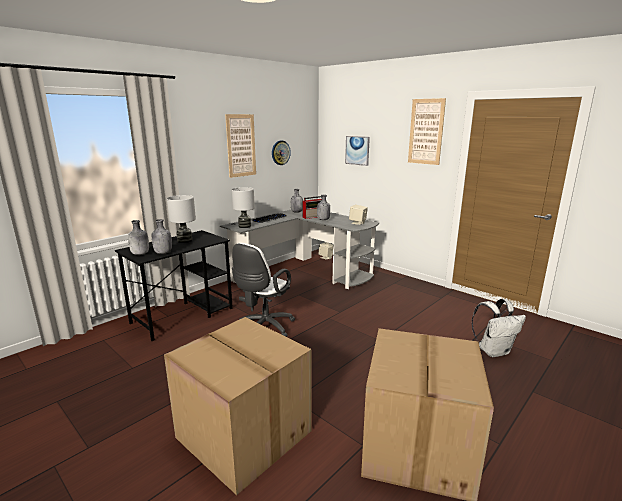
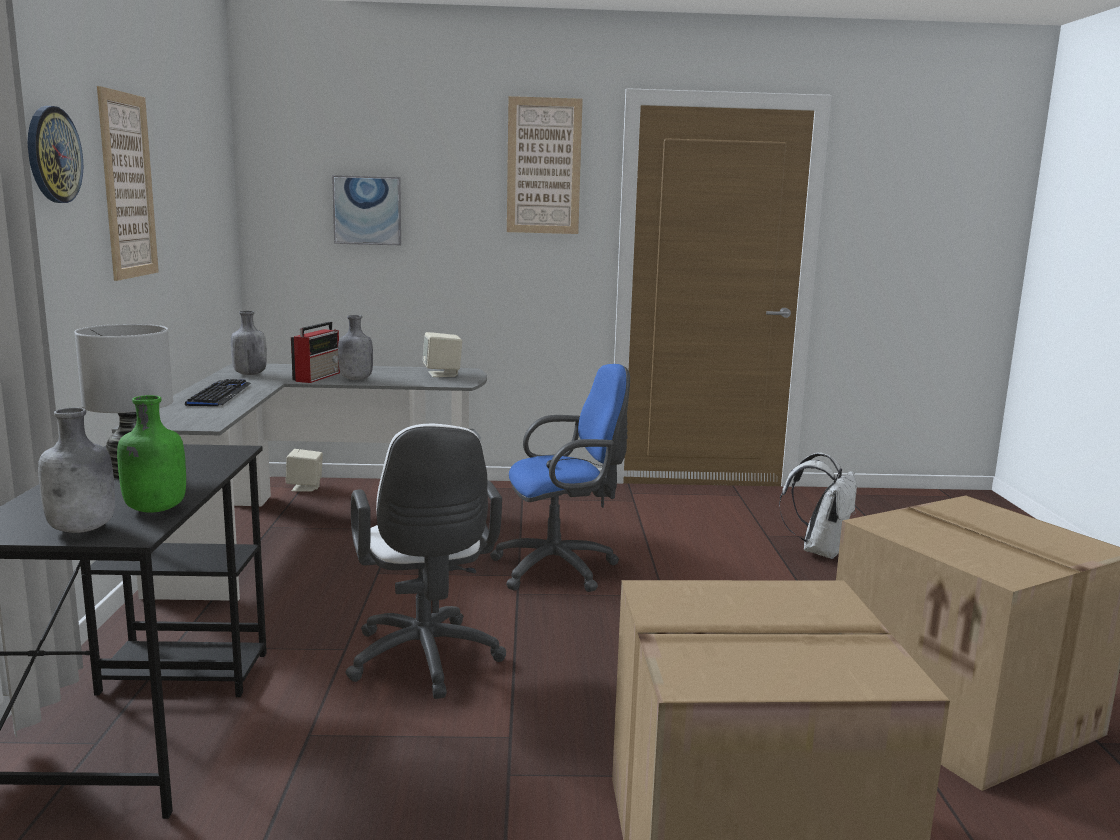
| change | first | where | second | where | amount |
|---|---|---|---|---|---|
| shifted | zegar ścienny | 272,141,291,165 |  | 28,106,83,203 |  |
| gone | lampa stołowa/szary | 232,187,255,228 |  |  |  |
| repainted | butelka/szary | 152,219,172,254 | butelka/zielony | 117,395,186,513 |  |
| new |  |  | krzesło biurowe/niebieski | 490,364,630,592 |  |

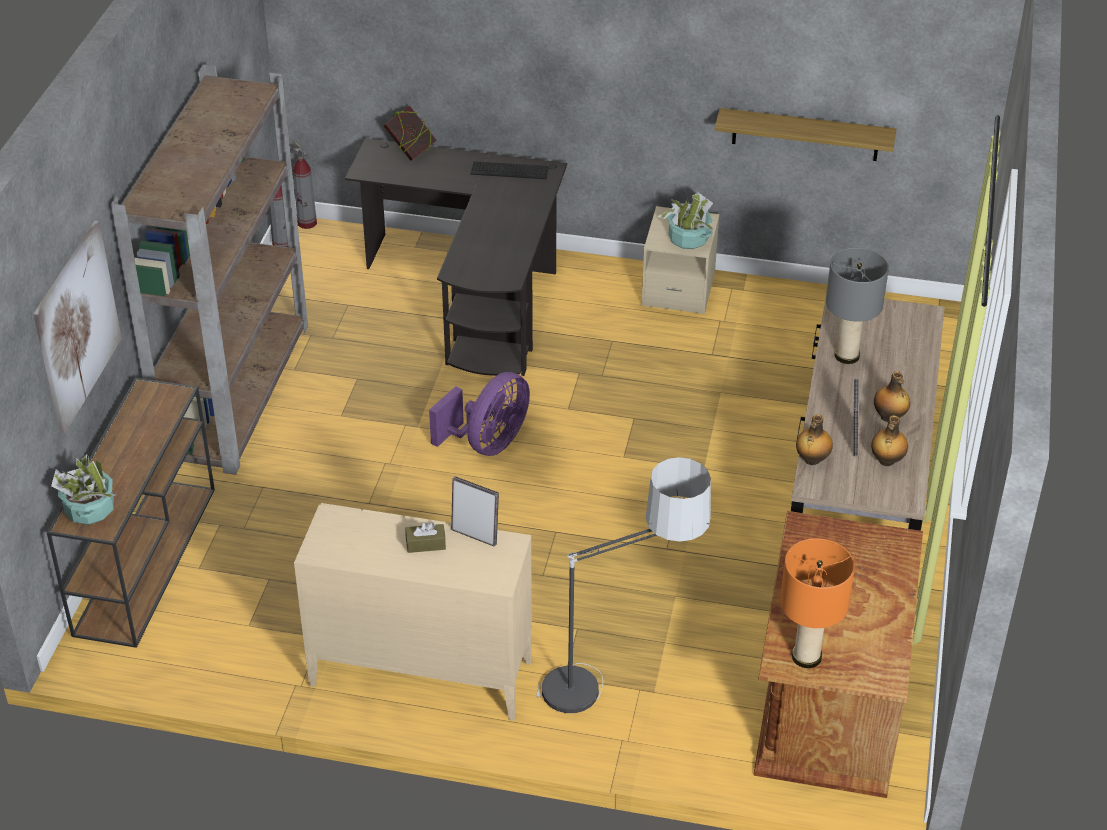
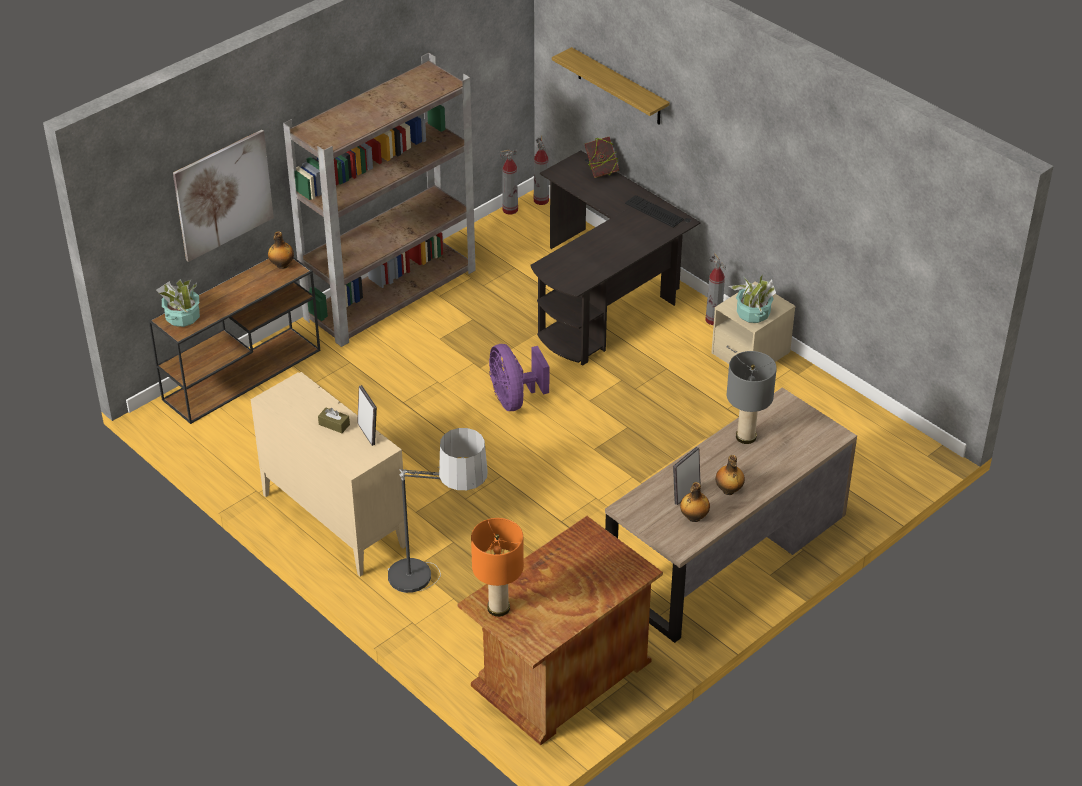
| change | first | where | second | where | amount |
|---|---|---|---|---|---|
| shifted | półka | 715,108,896,161 |  | 552,47,670,124 |  |
| rotated | wentylator/fioletowy | 429,372,530,456 |  | 489,344,549,411 | 90 degrees clockwise |
| shifted | butelka | 796,414,833,465 |  | 268,231,294,269 |  |
| new |  |  | gaśnica | 706,253,726,325 |  |

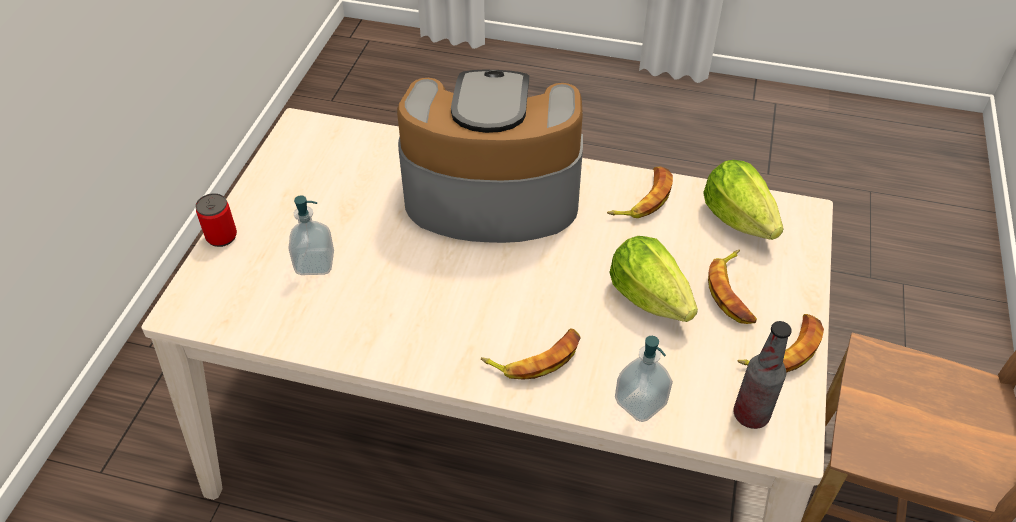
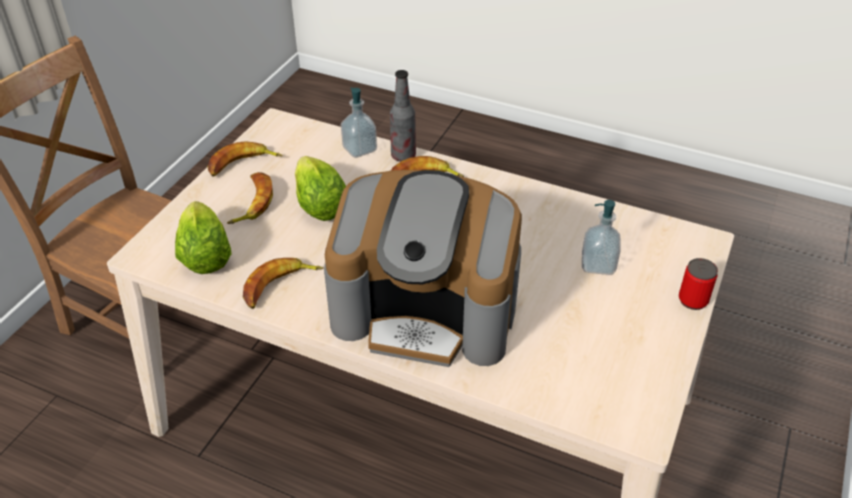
| change | first | where | second | where | amount |
|---|---|---|---|---|---|
| shifted | butelka | 733,321,792,429 |  | 390,70,416,162 |  |

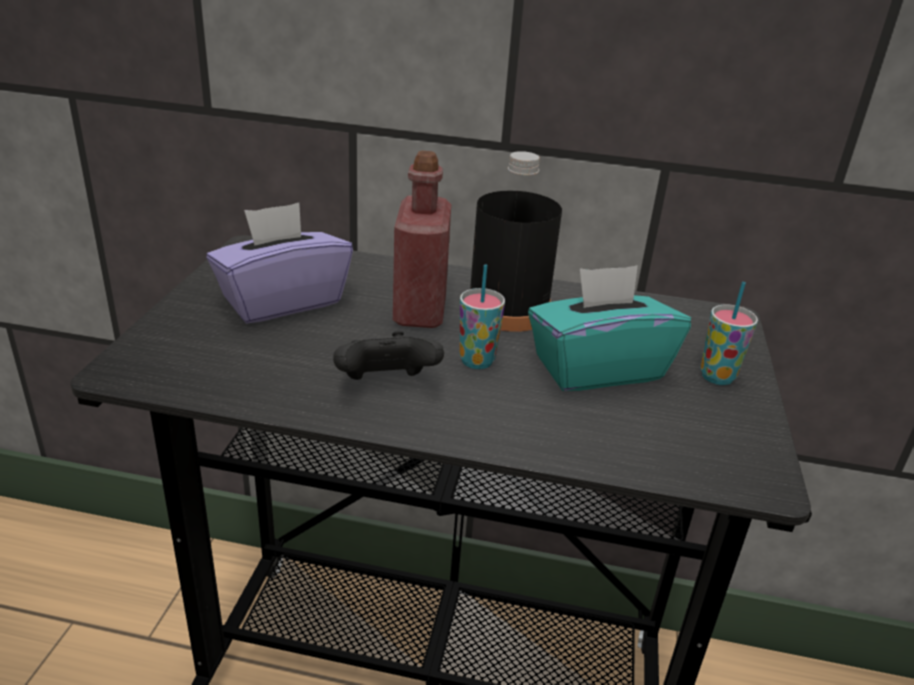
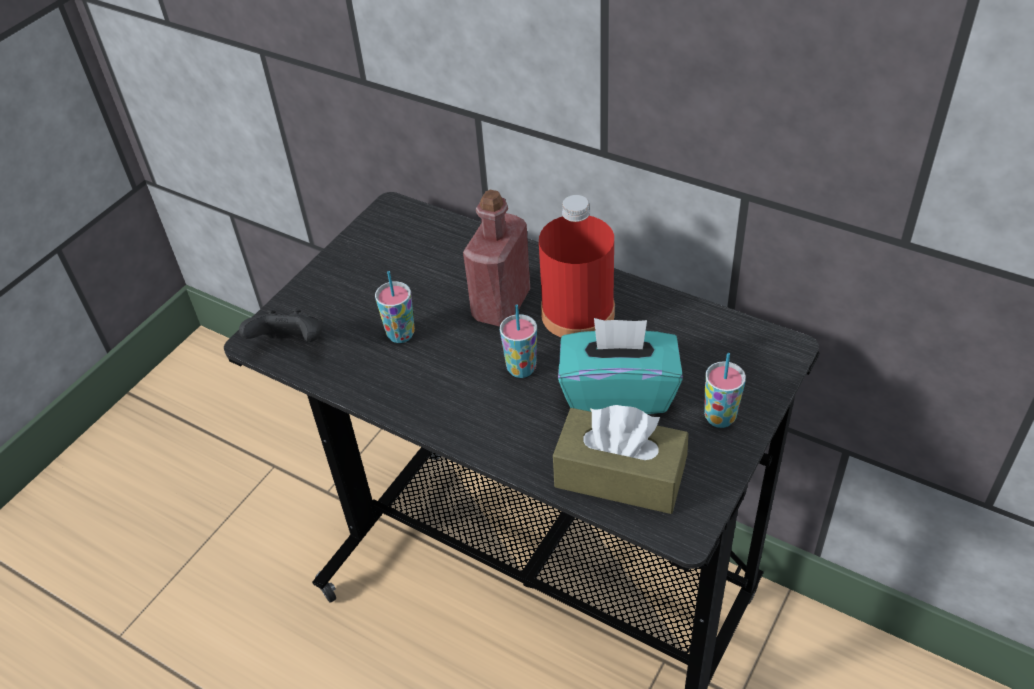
| change | first | where | second | where | amount |
|---|---|---|---|---|---|
| repainted | butelka/czarny | 470,151,562,332 | butelka/czerwony | 539,195,615,337 |  |
| gone | pudełko chusteczek/fioletowy | 207,203,353,324 |  |  |  |
| shifted | pad do gier/czarny | 333,331,444,380 |  | 239,309,322,342 |  |
| new |  |  | filiżanka | 375,271,415,343 |  |
| new |  |  | pudełko chusteczek/brązowy | 553,405,688,514 |  |

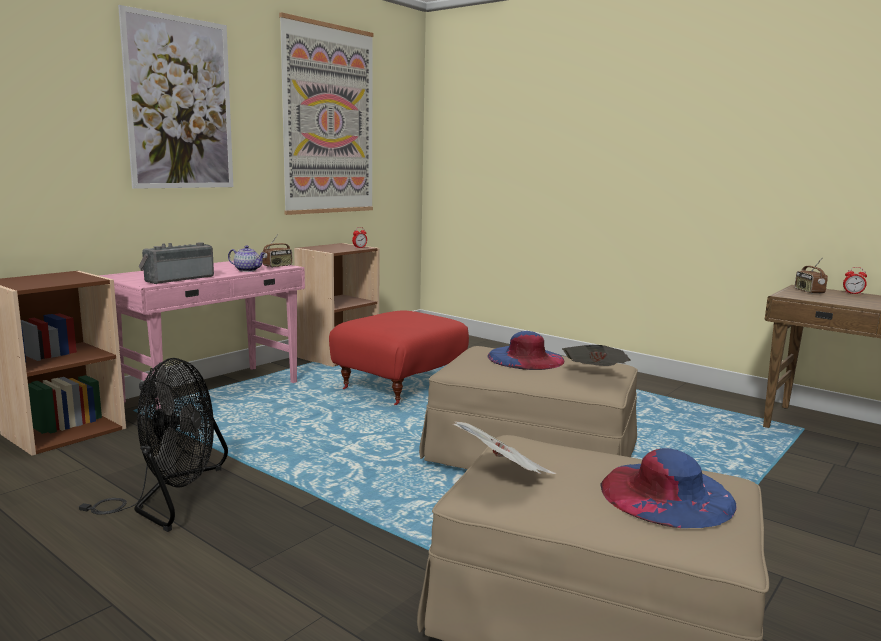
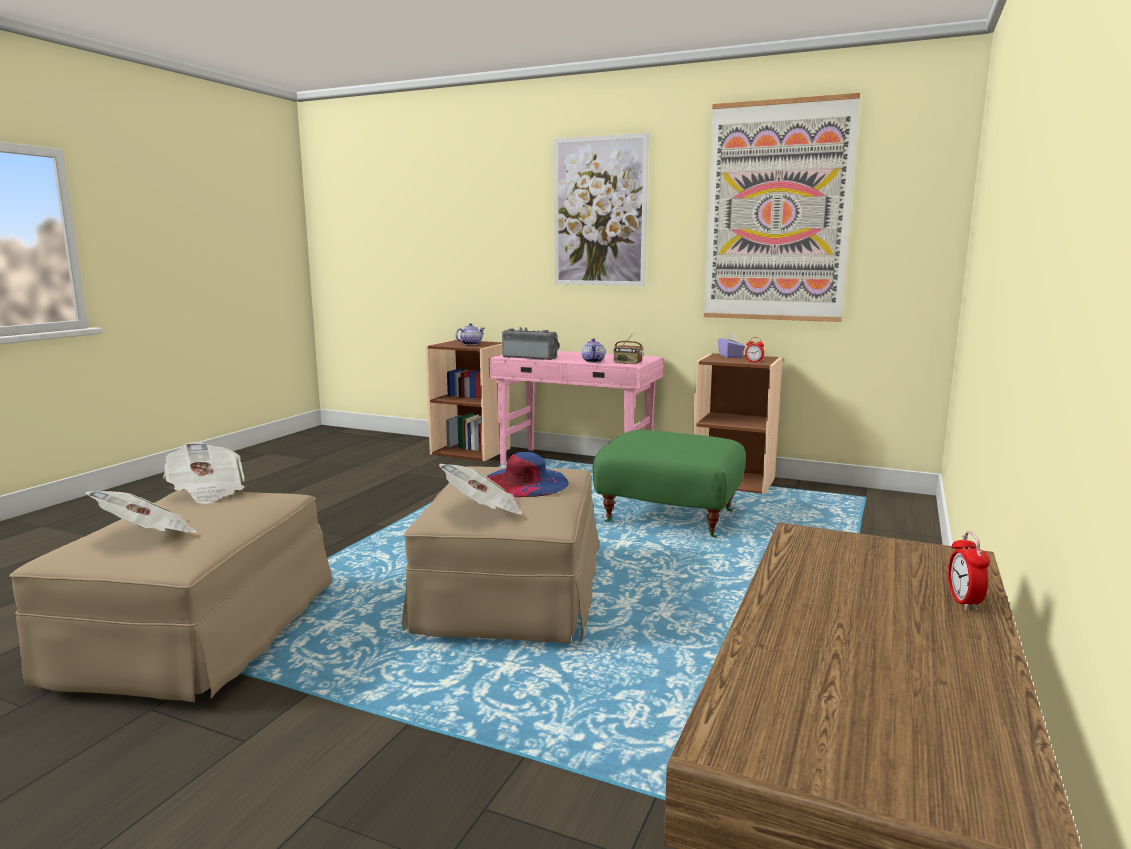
| change | first | where | second | where | amount |
|---|---|---|---|---|---|
| gone | radio | 795,257,828,294 |  |  |  |
| repainted | pufa/czerwony | 329,310,469,405 | pufa/zielony | 593,430,746,538 |  |
| gone | wentylator/czarny | 78,358,228,532 |  |  |  |
| swapped | kapelusz/niebieski | 601,448,737,528 | gazeta | 86,491,196,533 |  |
| new |  |  | imbryk | 456,323,484,345 |  |
| new |  |  | pudełko chusteczek/fioletowy | 718,333,745,358 |  |

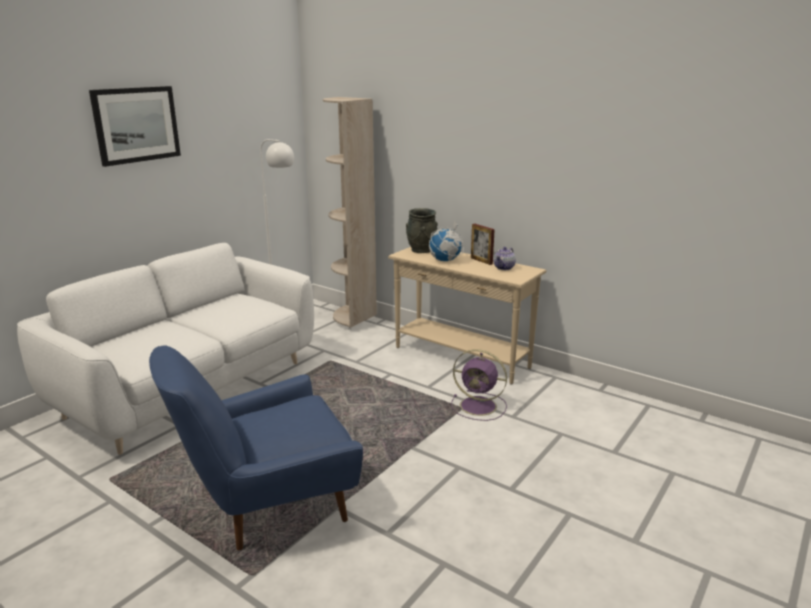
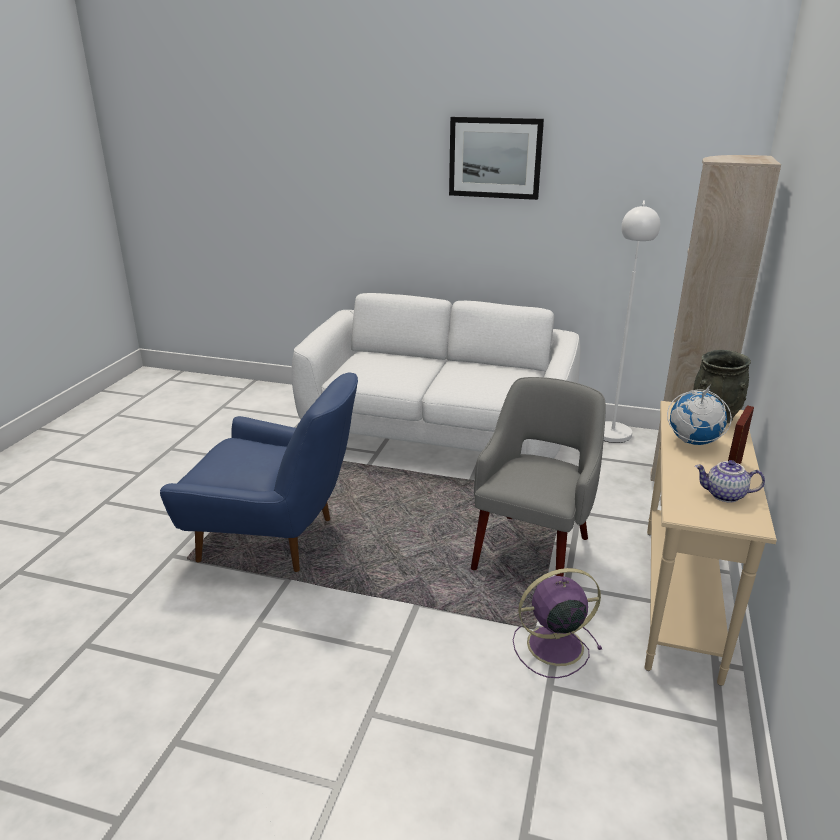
| change | first | where | second | where | amount |
|---|---|---|---|---|---|
| rotated | fotel/niebieski | 149,346,363,550 |  | 160,373,358,572 | 150 degrees clockwise |
| rotated | wentylator/fioletowy | 451,349,507,421 |  | 513,568,602,678 | 75 degrees clockwise |
| new |  |  | fotel/szary | 471,377,606,577 |  |

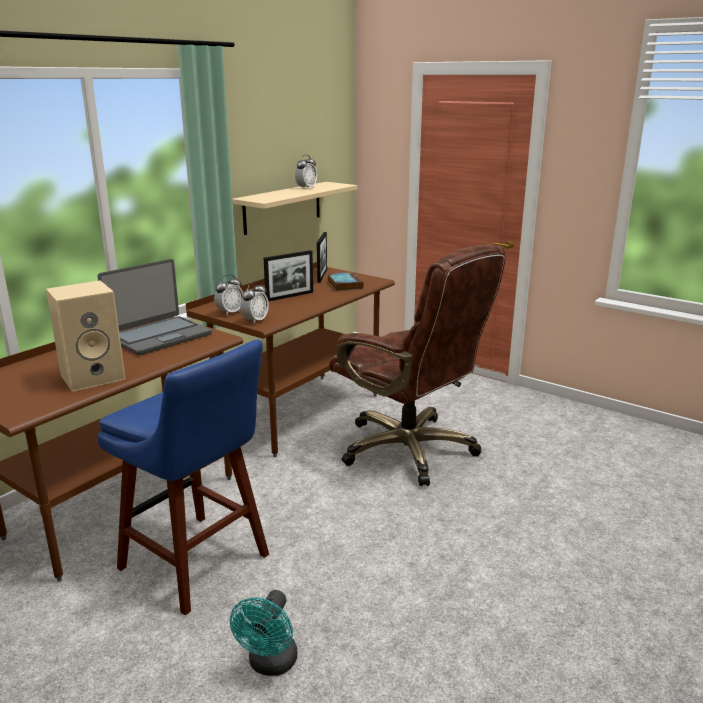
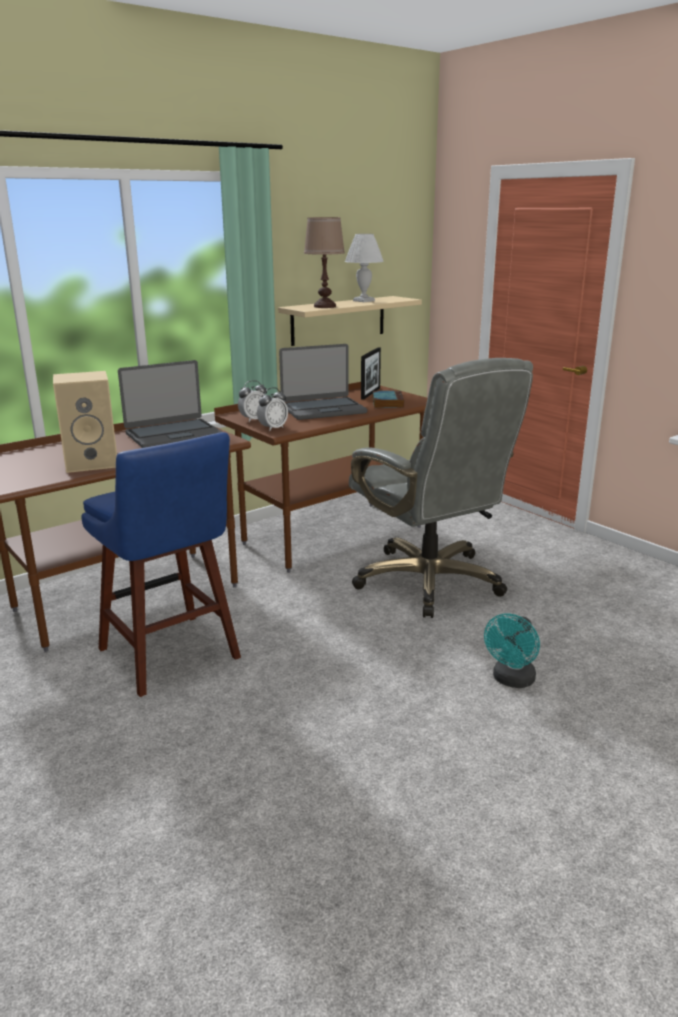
| change | first | where | second | where | amount |
|---|---|---|---|---|---|
| swapped | budzik | 295,155,317,190 | lampa stołowa/biały | 345,234,384,302 |  |
| repainted | krzesło biurowe/brązowy | 329,244,506,486 | krzesło biurowe/szary | 349,358,533,618 |  |
| swapped | ramka na zdjęcie | 264,250,313,301 | laptop | 279,344,367,420 |  |
| shifted | wentylator/turkusowy | 230,590,297,676 |  | 484,614,540,688 |  |
| new |  |  | lampa stołowa/brązowy | 304,217,345,308 |  |

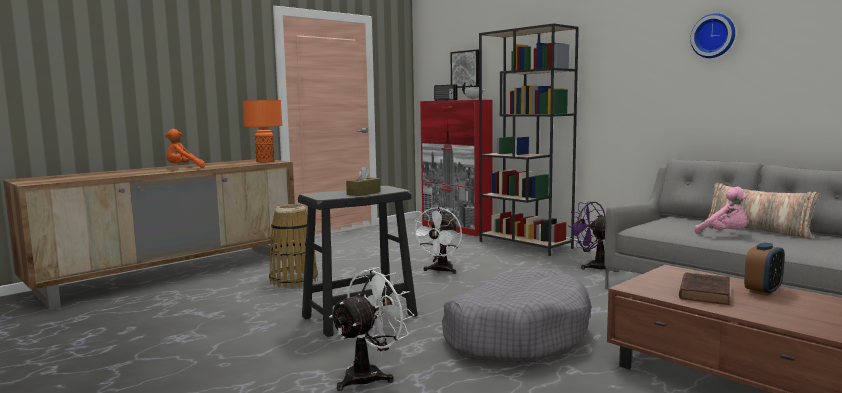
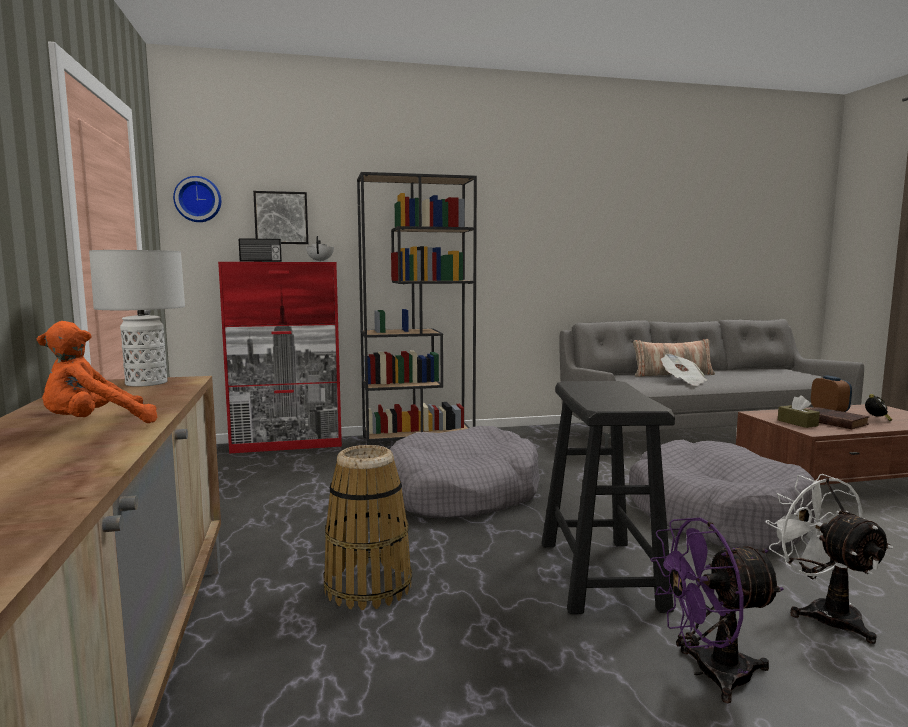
| change | first | where | second | where | amount |
|---|---|---|---|---|---|
| shifted | zegar ścienny | 690,13,735,58 |  | 173,176,221,222 |  |
| repainted | lampa stołowa/pomarańczowy | 242,100,282,162 | lampa stołowa/biały | 89,250,185,387 |  |
| rotated | pluszak/pomarańczowy | 165,129,205,168 |  | 37,321,157,423 | 45 degrees clockwise |
| shifted | pudełko chusteczek/brązowy | 346,166,381,196 |  | 778,396,820,428 |  |
| swapped | pluszak/różowy | 695,187,747,234 | gazeta | 661,354,707,386 |  |
| shifted | wentylator/fioletowy | 568,202,615,272 |  | 650,517,784,704 |  |
| swapped | wentylator/biały | 412,207,462,274 | legowisko/szary | 390,426,540,518 |  |
| new |  |  | budzik | 865,394,892,421 |  |

